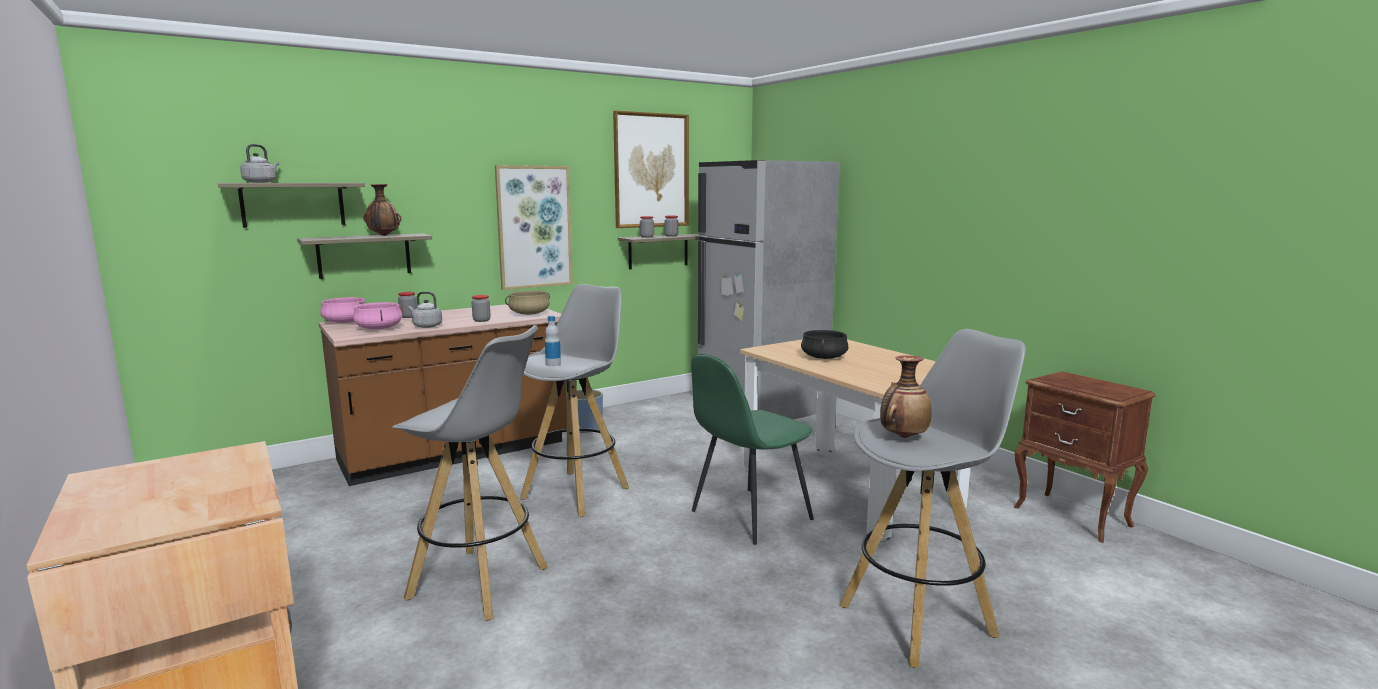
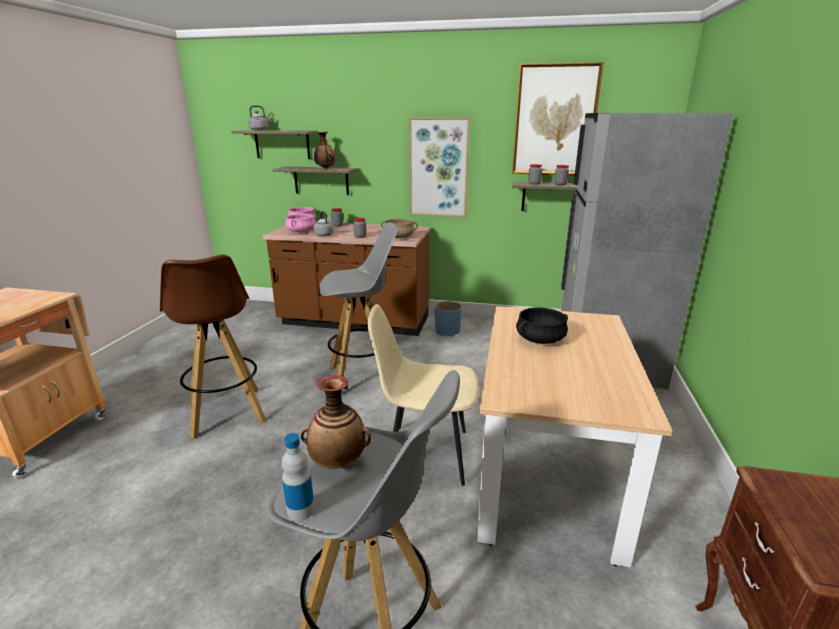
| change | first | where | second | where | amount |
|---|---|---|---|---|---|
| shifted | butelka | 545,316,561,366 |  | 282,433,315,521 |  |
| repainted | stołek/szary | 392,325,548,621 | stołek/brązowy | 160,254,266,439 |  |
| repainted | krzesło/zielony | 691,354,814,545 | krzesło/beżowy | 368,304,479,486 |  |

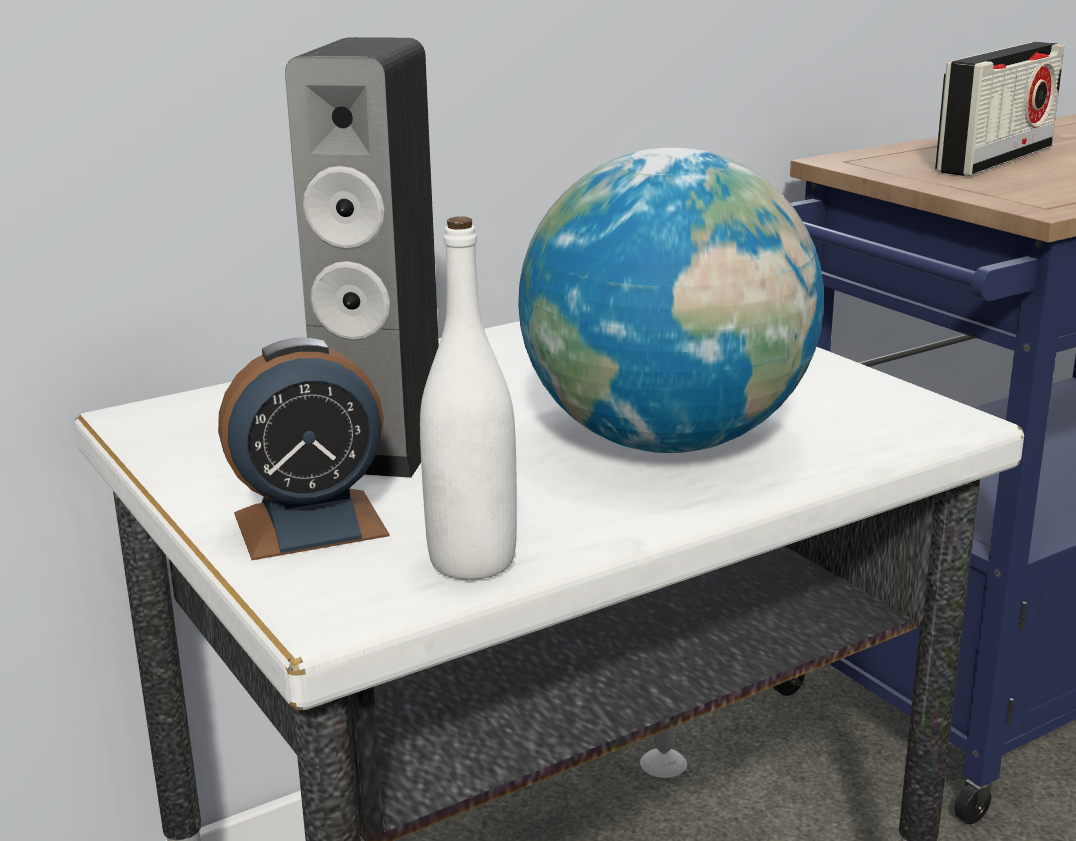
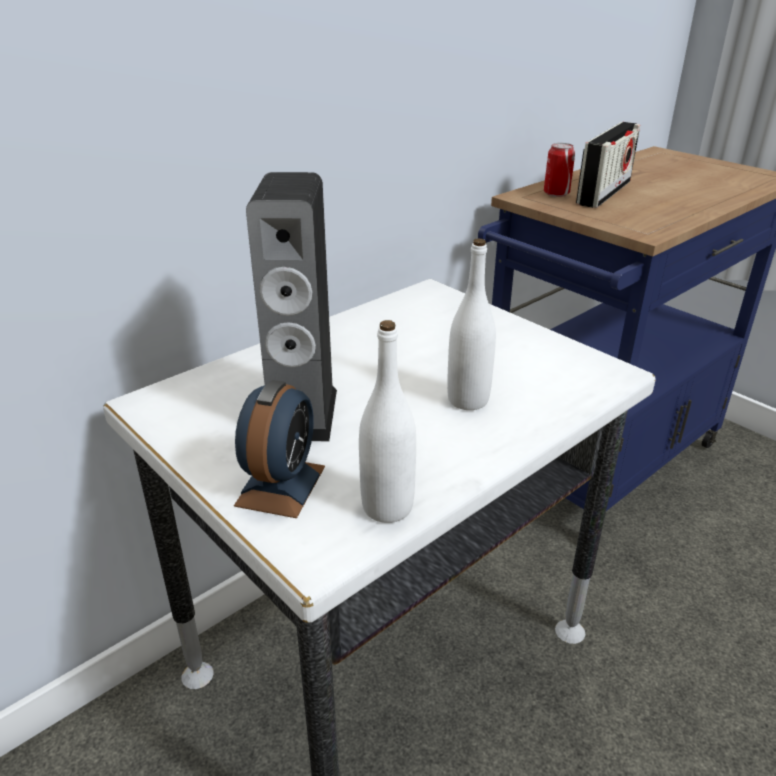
| change | first | where | second | where | amount |
|---|---|---|---|---|---|
| swapped | globus | 518,148,824,453 | butelka/biały | 447,238,496,410 |  |
| rotated | budzik | 218,338,389,560 |  | 234,380,325,518 | 45 degrees counterclockwise |
| new |  |  | puszka | 544,143,575,197 |  |

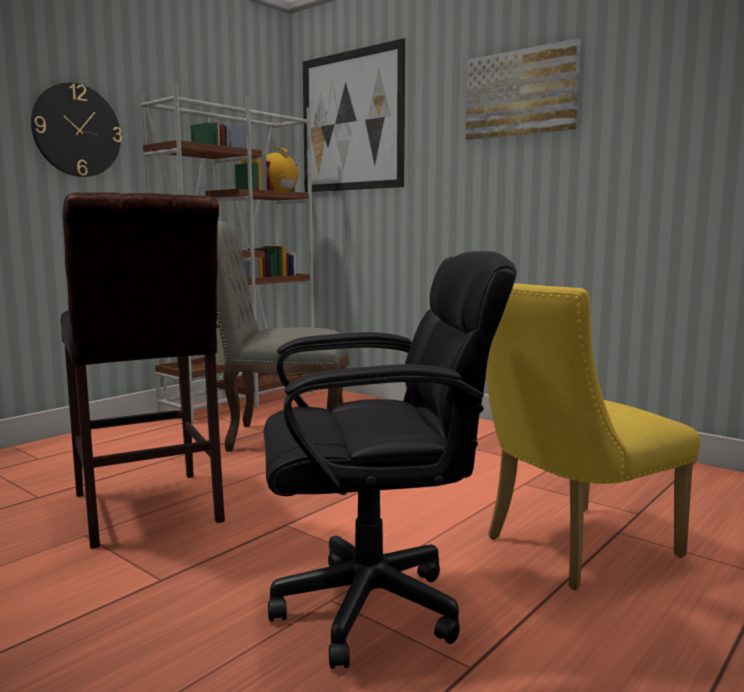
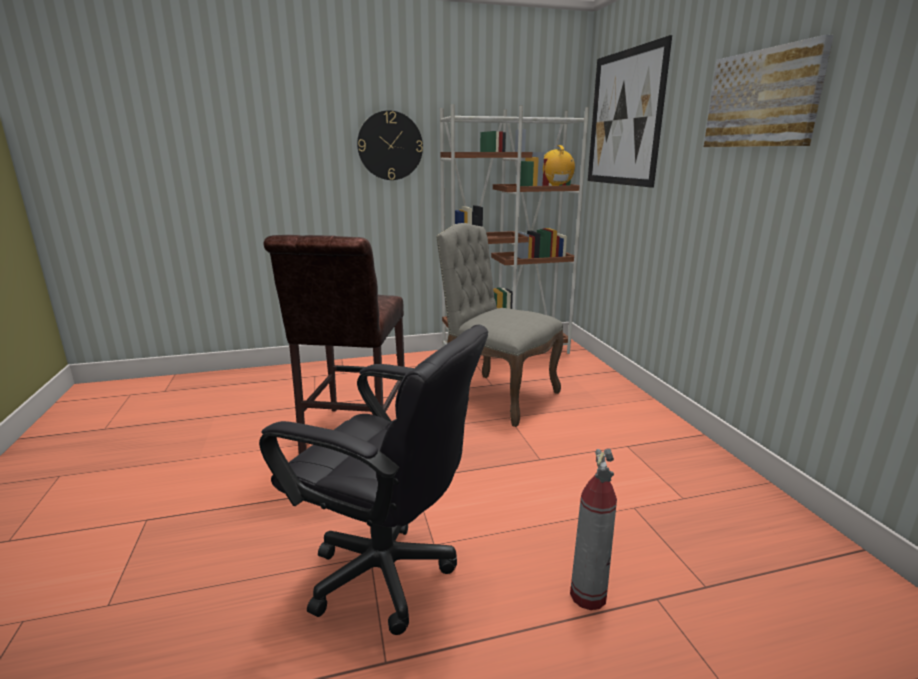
| change | first | where | second | where | amount |
|---|---|---|---|---|---|
| swapped | krzesło/żółty | 486,283,700,590 | gaśnica | 570,448,617,610 |  |

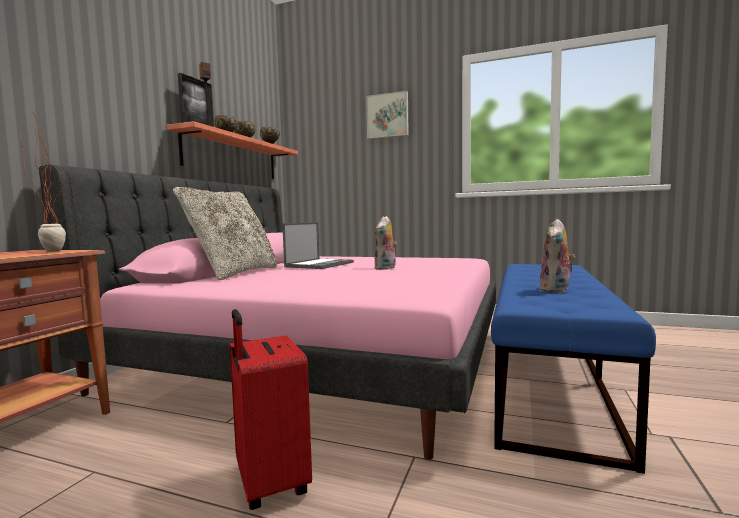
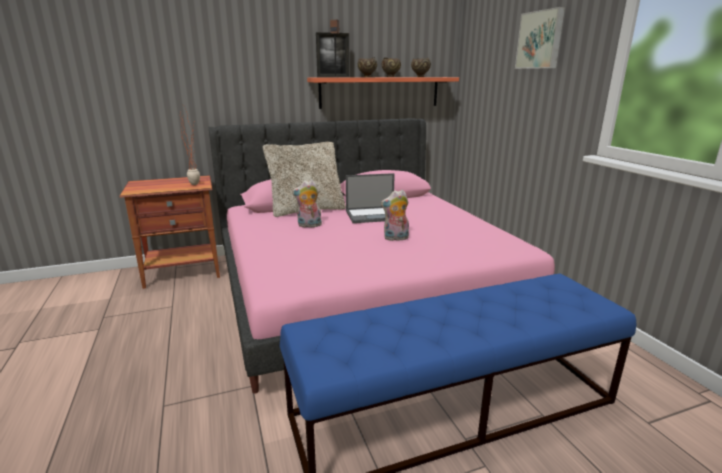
| change | first | where | second | where | amount |
|---|---|---|---|---|---|
| shifted | pluszak | 540,219,576,293 |  | 292,180,322,228 |  |
| gone | walizka/czerwony | 230,309,312,510 |  |  |  |

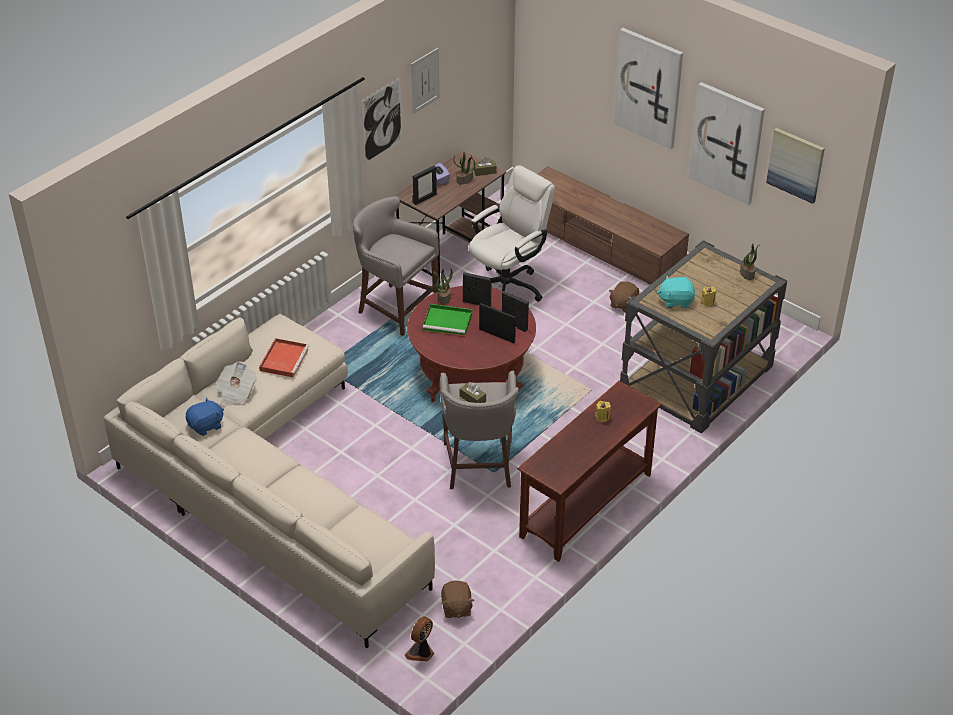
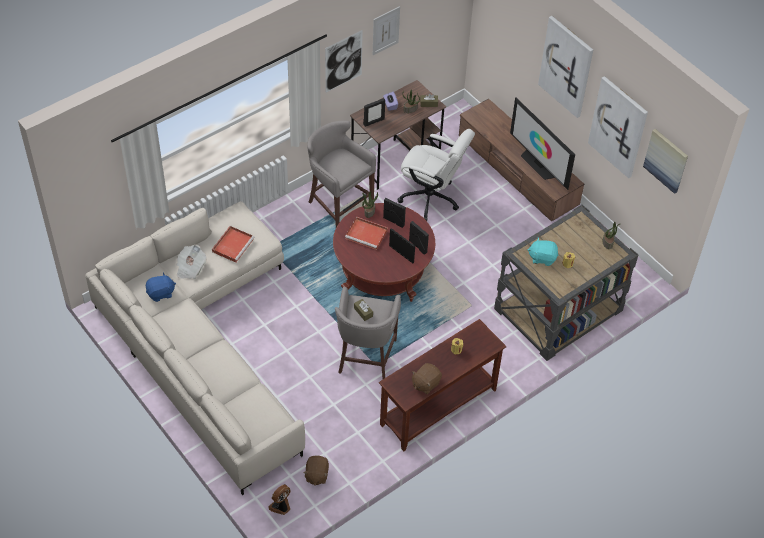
| change | first | where | second | where | amount |
|---|---|---|---|---|---|
| rotated | krzesło biurowe/biały | 469,165,555,302 |  | 397,129,475,221 | 60 degrees clockwise |
| shifted | pluszak/brązowy | 609,281,639,312 |  | 412,363,442,394 |  |
| repainted | taca/zielony | 423,304,472,336 | taca/czerwony | 345,217,388,250 |  |
| new |  |  | telewizor | 510,97,575,190 |  |

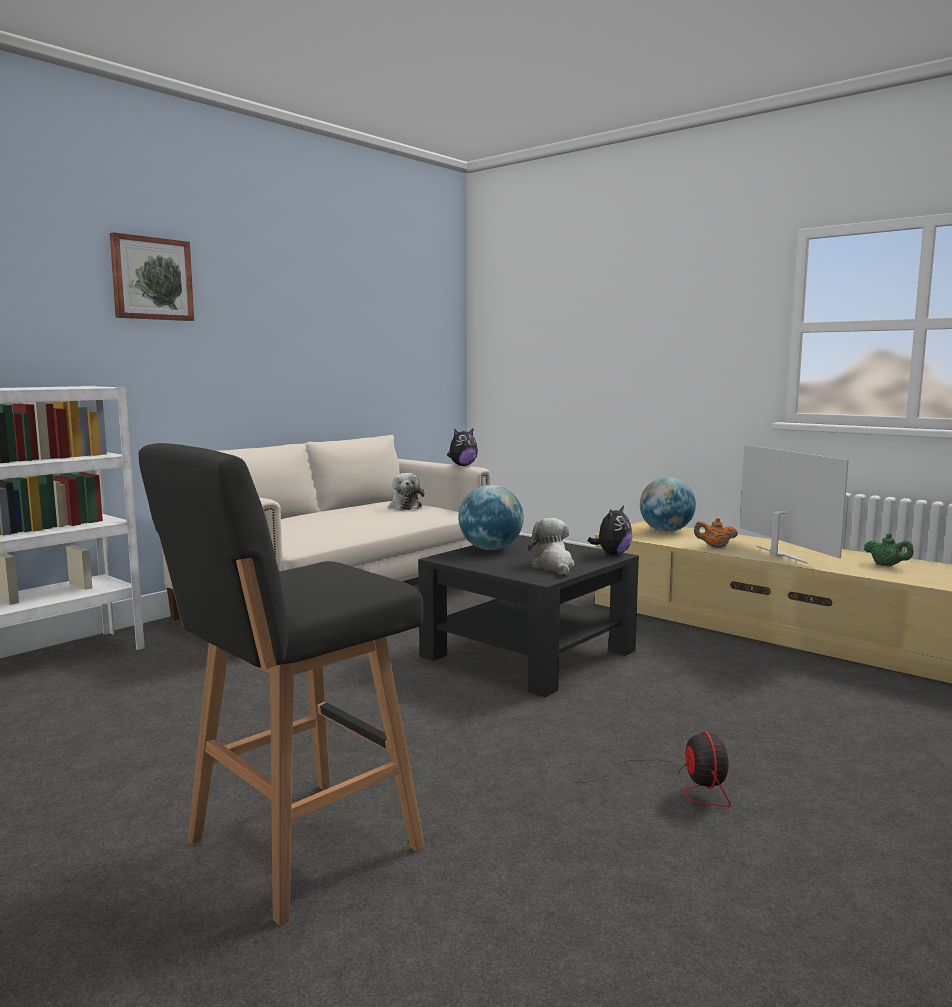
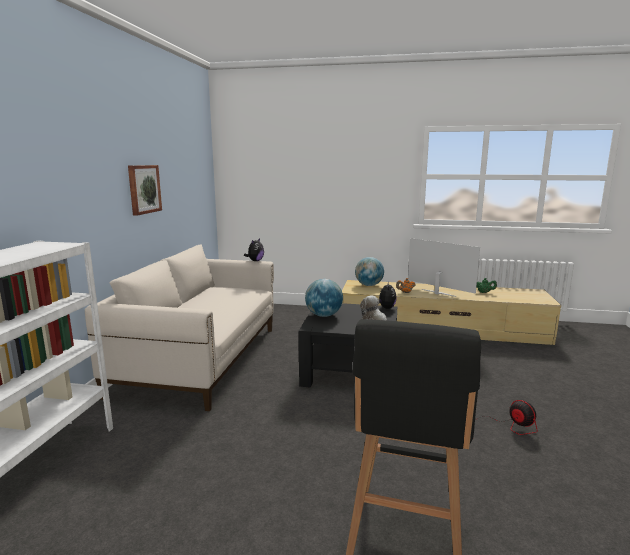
| change | first | where | second | where | amount |
|---|---|---|---|---|---|
| shifted | obraz | 110,232,194,321 |  | 128,165,162,216 |  |
| gone | pluszak | 389,473,425,510 |  |  |  |

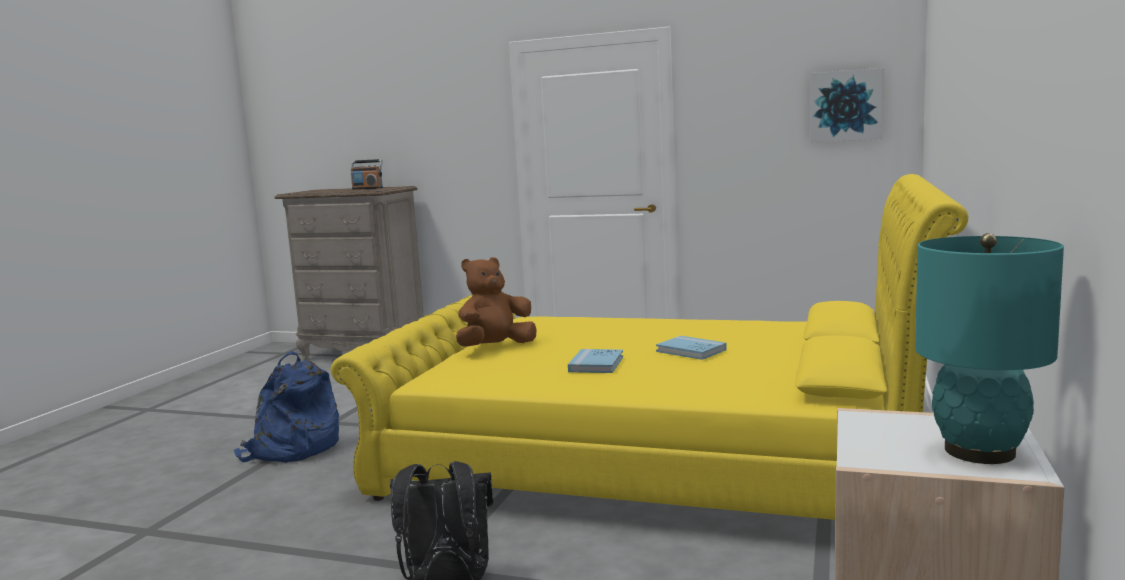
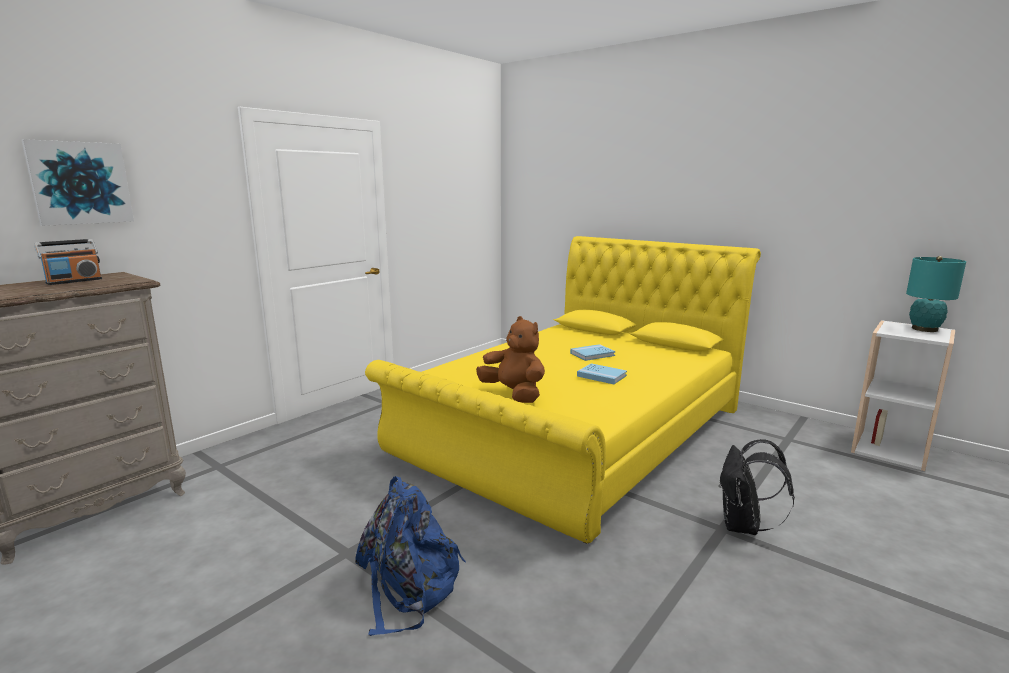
| change | first | where | second | where | amount |
|---|---|---|---|---|---|
| shifted | obraz | 810,68,884,143 |  | 21,139,134,226 |  |
| rotated | pluszak/brązowy | 456,257,537,347 |  | 476,316,545,403 | 150 degrees clockwise |

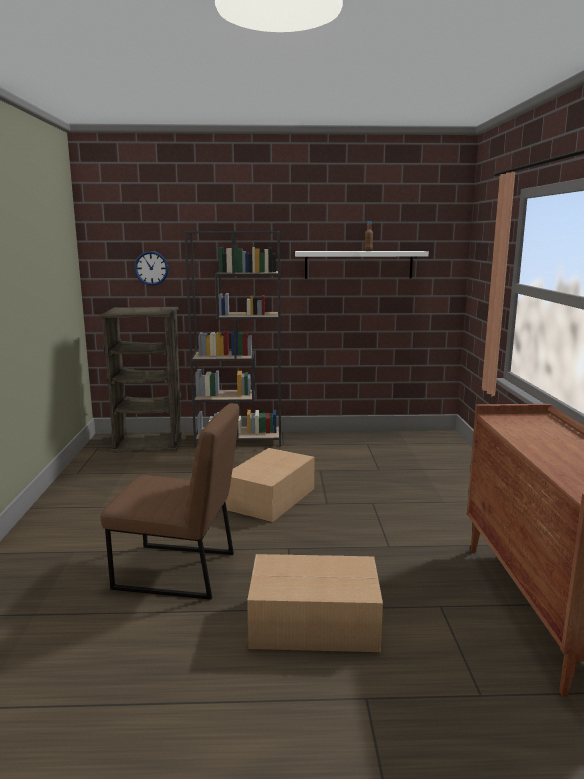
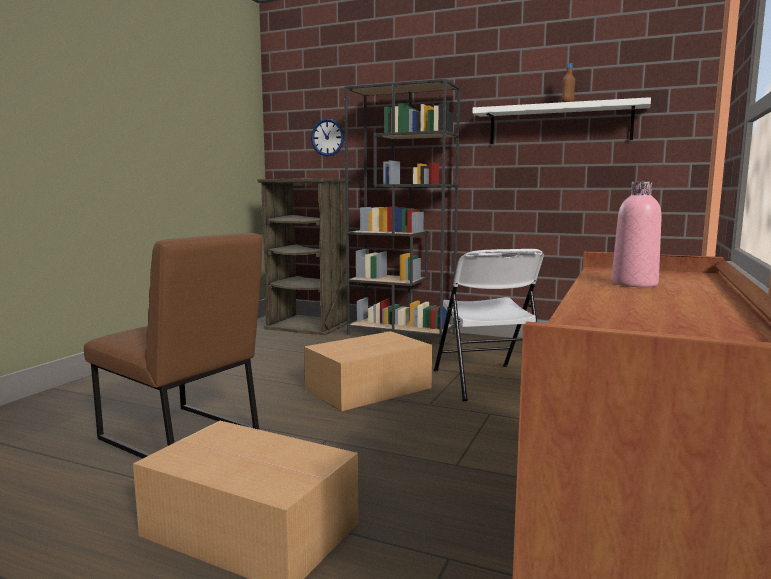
| change | first | where | second | where | amount |
|---|---|---|---|---|---|
| new |  |  | butelka/różowy | 611,182,662,287 |  |
| new |  |  | krzesło/biały | 434,249,544,401 |  |

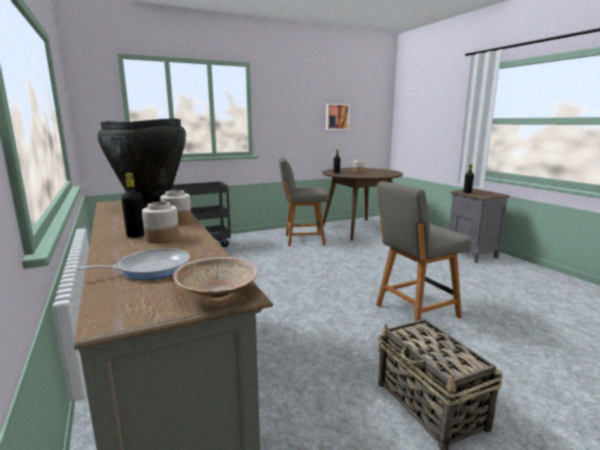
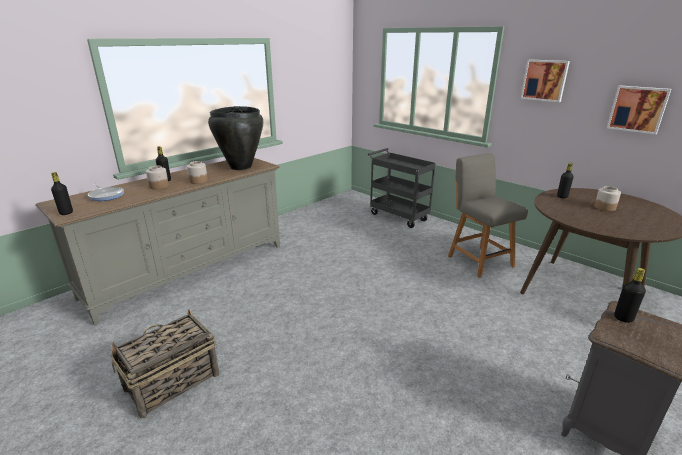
| change | first | where | second | where | amount |
|---|---|---|---|---|---|
| gone | krzesło/szary | 376,181,472,321 |  |  |  |
| swapped | miska/beżowy | 173,257,259,298 | butelka/czarny | 51,172,73,215 |  |
| new |  |  | obraz | 521,60,570,102 |  |

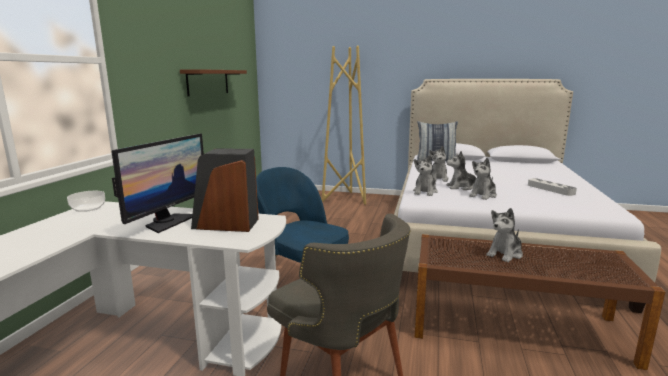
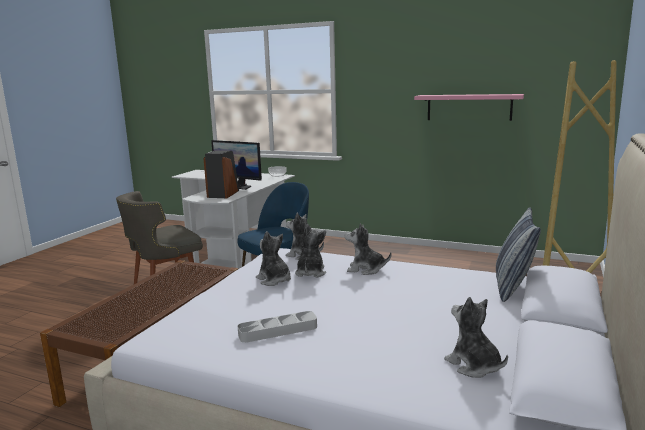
| change | first | where | second | where | amount |
|---|---|---|---|---|---|
| repainted | półka/brązowy | 180,69,247,96 | półka/różowy | 414,94,524,121 |  |
| shifted | pluszak | 486,208,523,262 |  | 444,297,508,378 |  |

